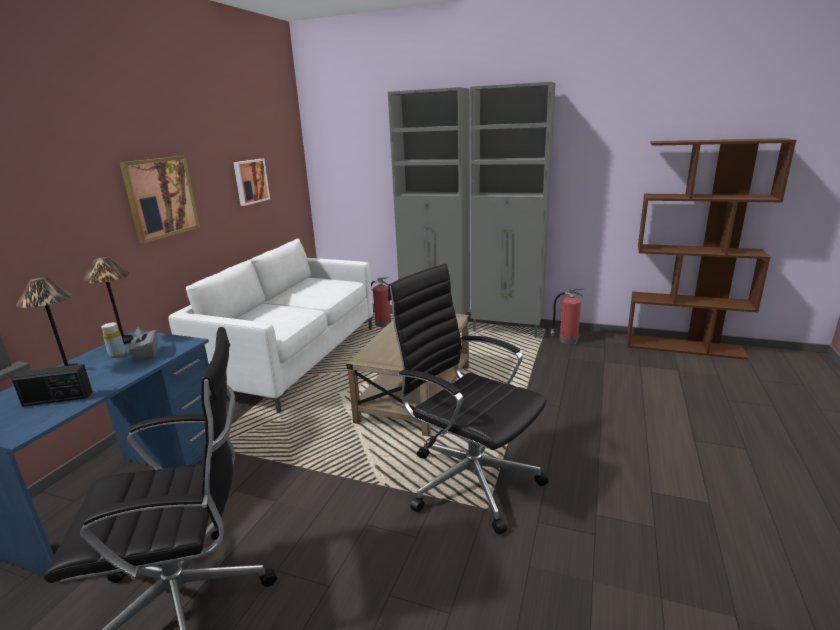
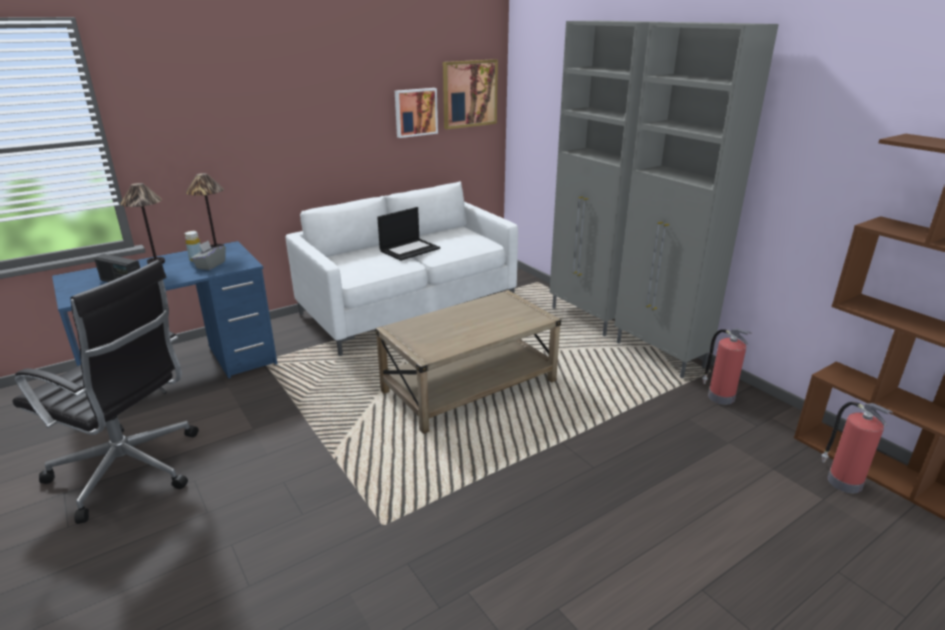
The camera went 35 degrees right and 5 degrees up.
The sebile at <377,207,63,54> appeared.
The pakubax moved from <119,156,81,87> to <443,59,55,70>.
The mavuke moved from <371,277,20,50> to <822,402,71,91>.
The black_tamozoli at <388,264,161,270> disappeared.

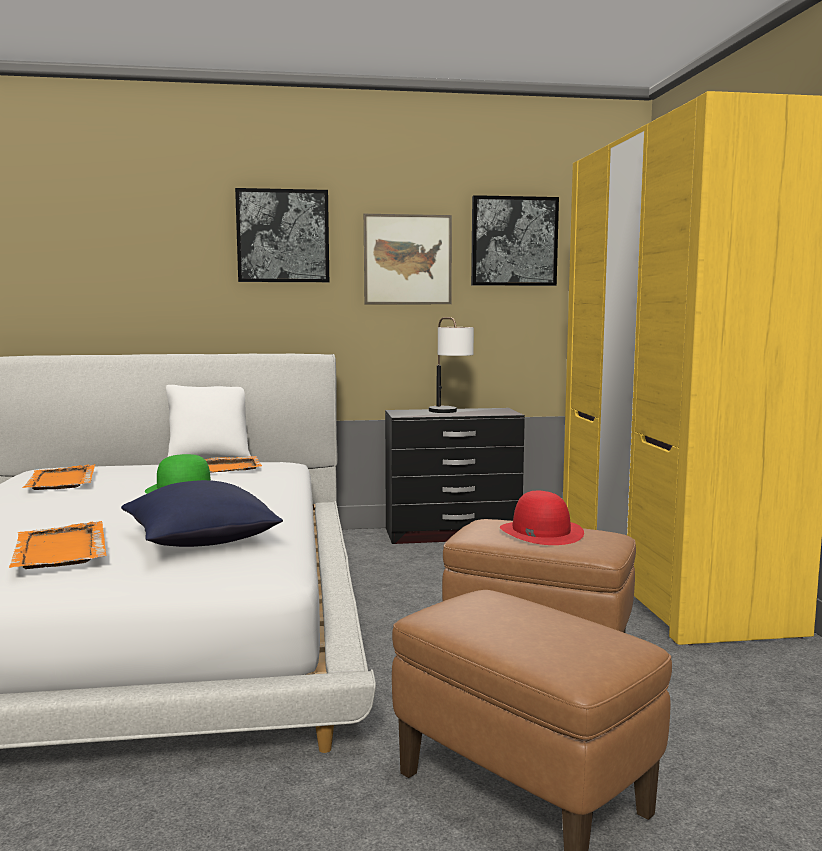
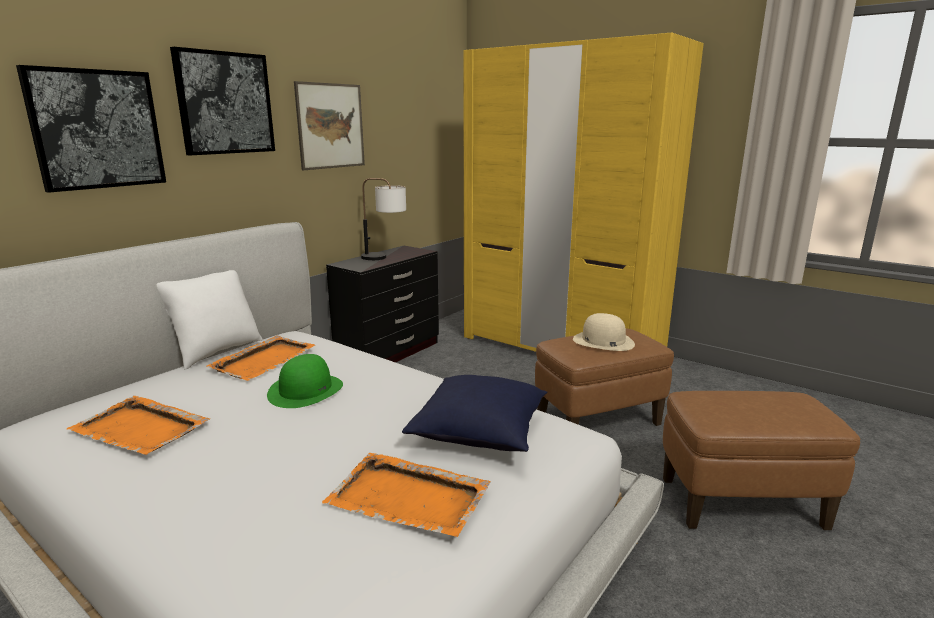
The camera went 45 degrees left and 10 degrees up.
The pakubax moved from <471,195,88,91> to <16,65,150,128>.
The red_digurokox at <500,491,84,54> became the beige_digurokox at <573,313,62,38>.

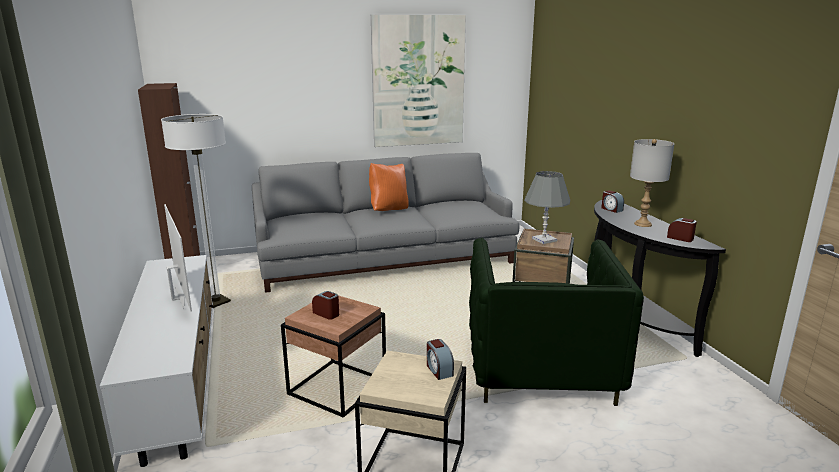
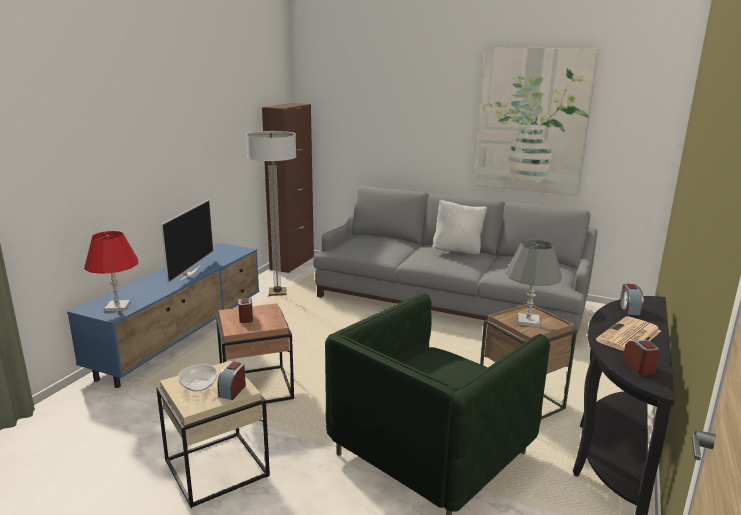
The camera went 40 degrees right and 0 degrees up.
The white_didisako at <100,255,113,212> became the blue_didisako at <67,243,192,145>.
The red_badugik at <84,231,54,80> appeared.
The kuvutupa at <178,364,40,28> appeared.
The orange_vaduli at <369,163,40,48> became the white_vaduli at <433,199,54,55>.
The grey_badugik at <630,139,44,88> was replaced by the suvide at <596,317,65,34>.

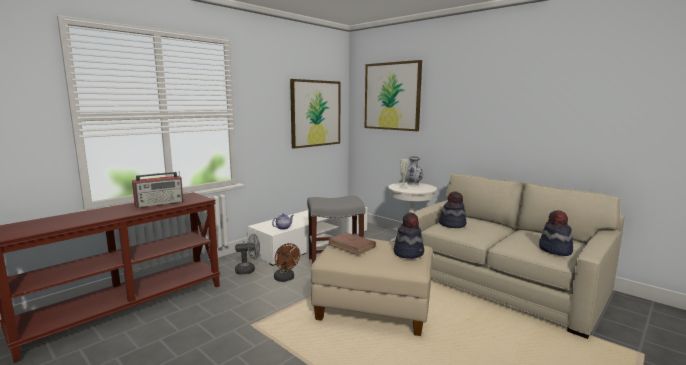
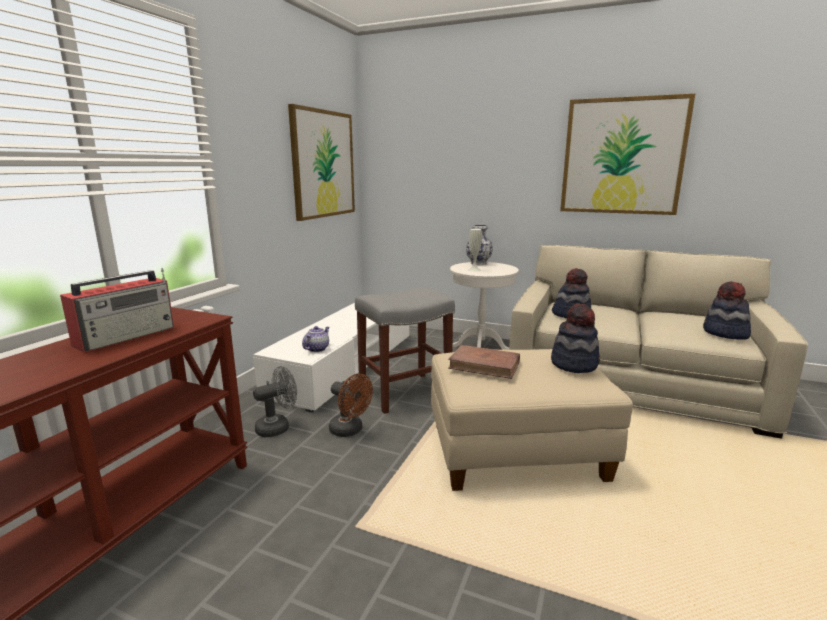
The camera went 20 degrees left and 5 degrees up.
The pakubax moved from <365,60,57,71> to <560,93,136,122>.

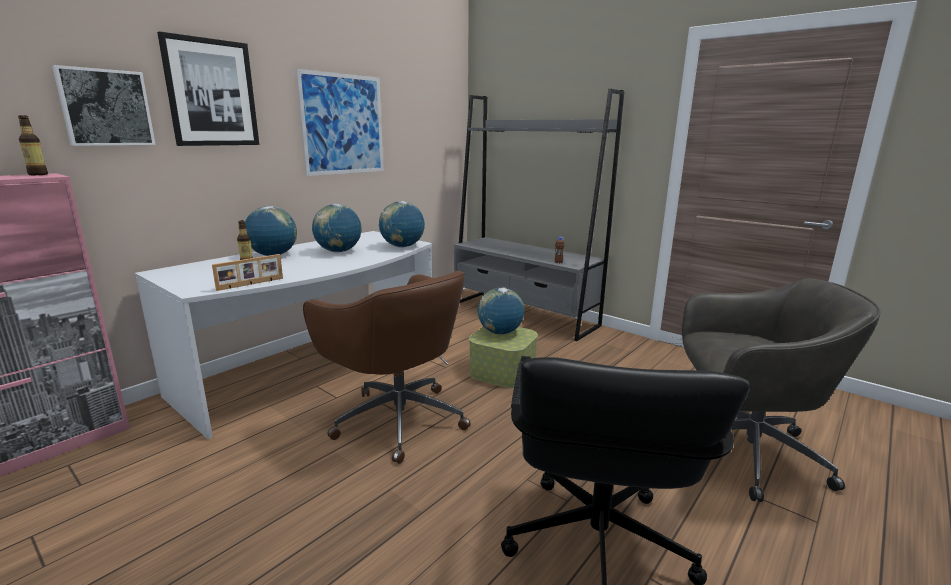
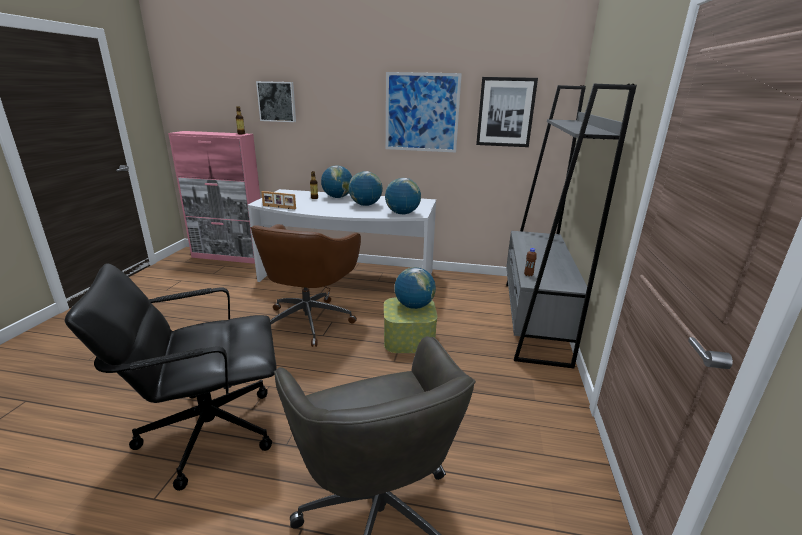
The camera went 60 degrees right and 5 degrees up.
The pakubax moved from <157,31,102,115> to <476,77,62,70>.

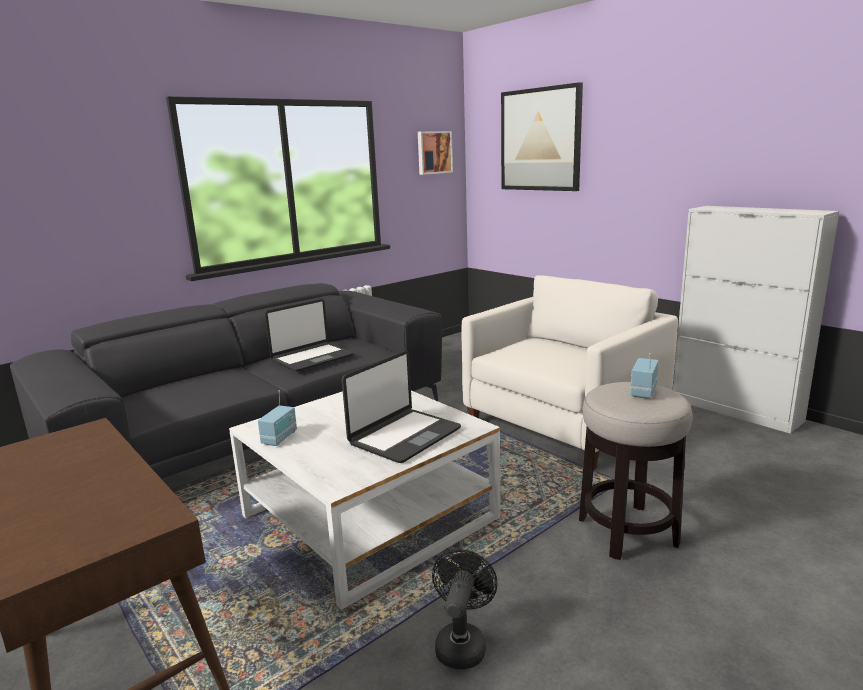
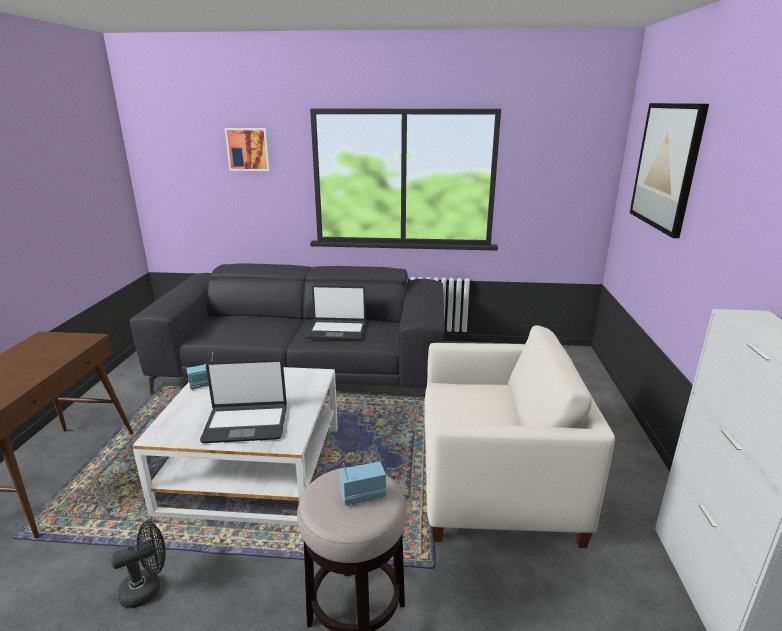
The camera went 45 degrees right and 5 degrees up.
The pakubax moved from <418,131,35,44> to <225,128,46,43>.

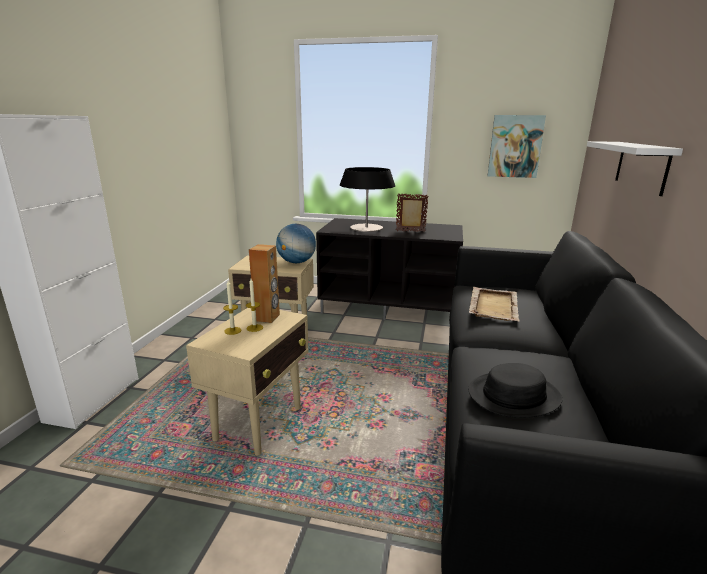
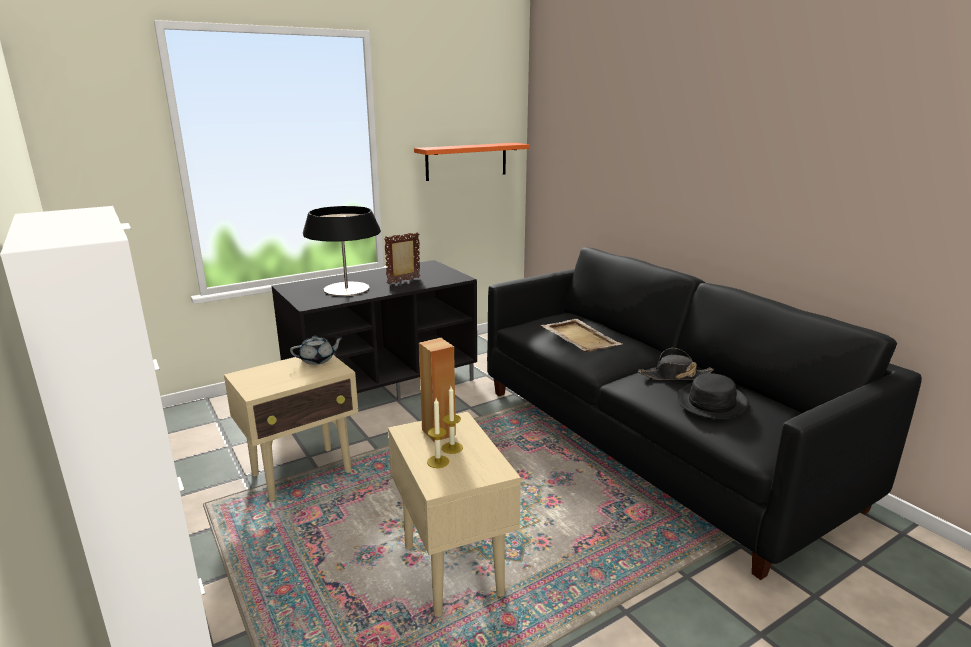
The camera went 45 degrees left and 0 degrees up.
The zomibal at <276,224,40,39> was replaced by the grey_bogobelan at <290,336,54,29>.
The pakubax at <488,115,58,63> was replaced by the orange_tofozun at <414,143,116,38>.
The black_digurokox at <638,348,76,32> appeared.
The white_tofozun at <587,141,96,55> disappeared.

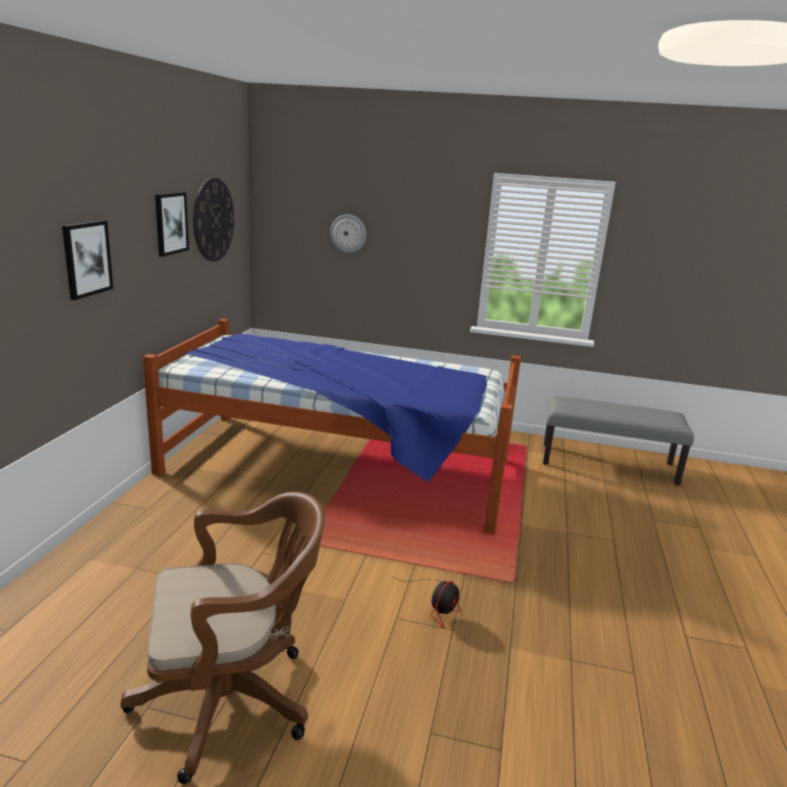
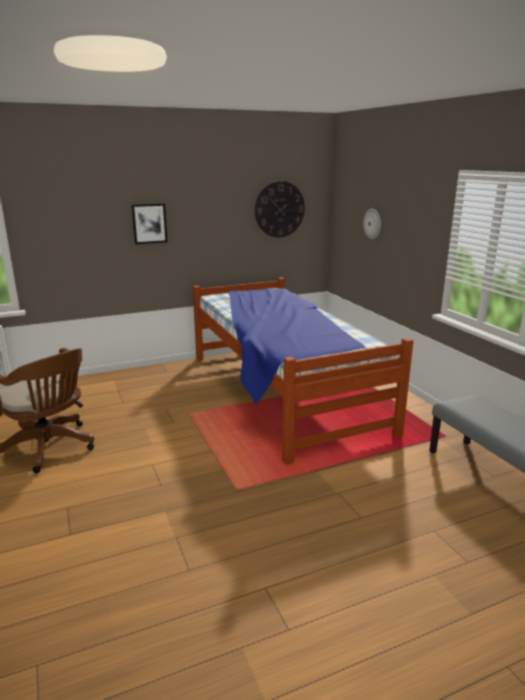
The camera went 55 degrees right and 0 degrees up.
The pakubax at <155,192,34,65> disappeared.
The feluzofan at <401,579,59,49> disappeared.

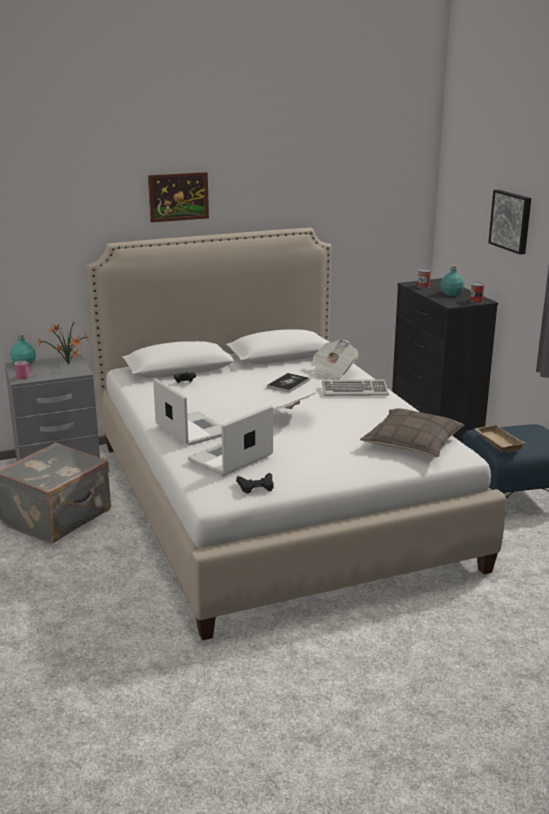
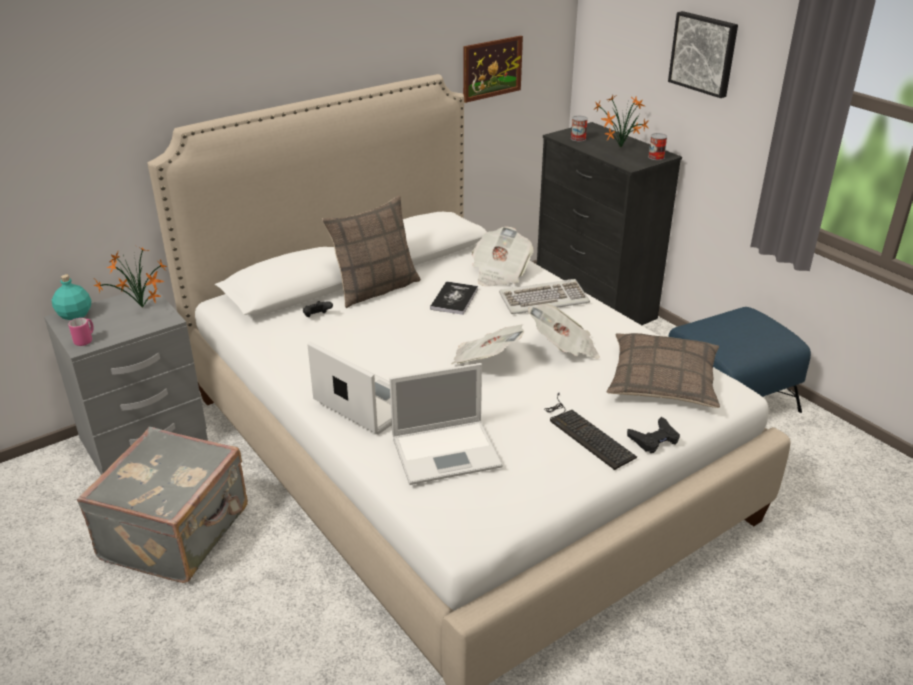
The camera went 15 degrees left and 10 degrees up.
The vaduli at <322,196,99,112> appeared.
The sebile at <188,405,85,71> turned 135 degrees counterclockwise.
The pakubax moved from <148,172,61,51> to <463,36,60,67>.
The suvide at <528,304,72,55> appeared.
The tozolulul at <544,393,93,77> appeared.
The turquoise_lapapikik at <440,265,24,31> was replaced by the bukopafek at <593,95,56,52>.
The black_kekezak moved from <236,473,38,21> to <627,417,53,36>.
The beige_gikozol at <475,424,51,28> disappeared.

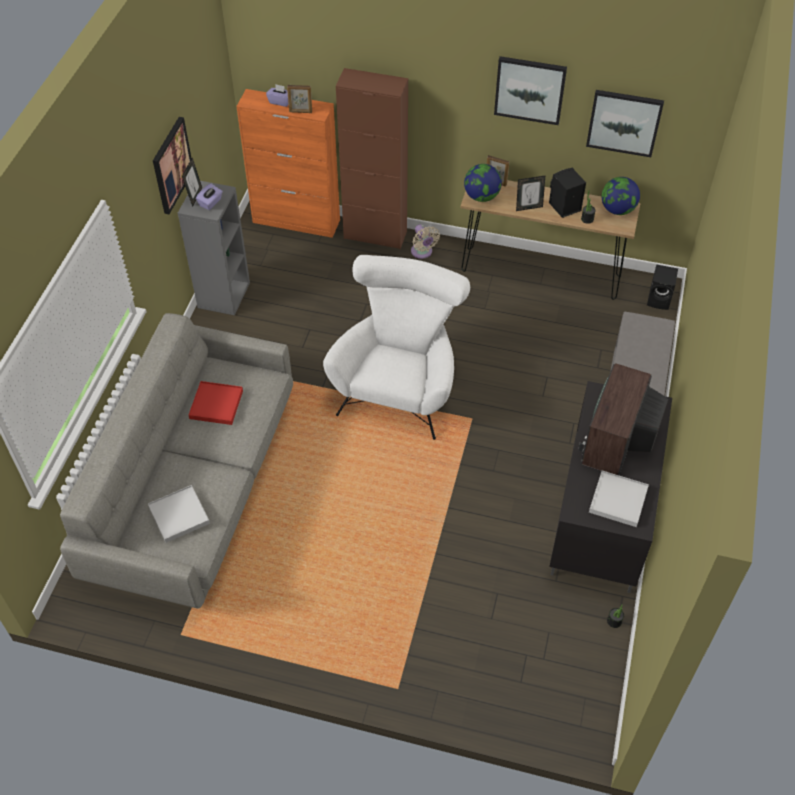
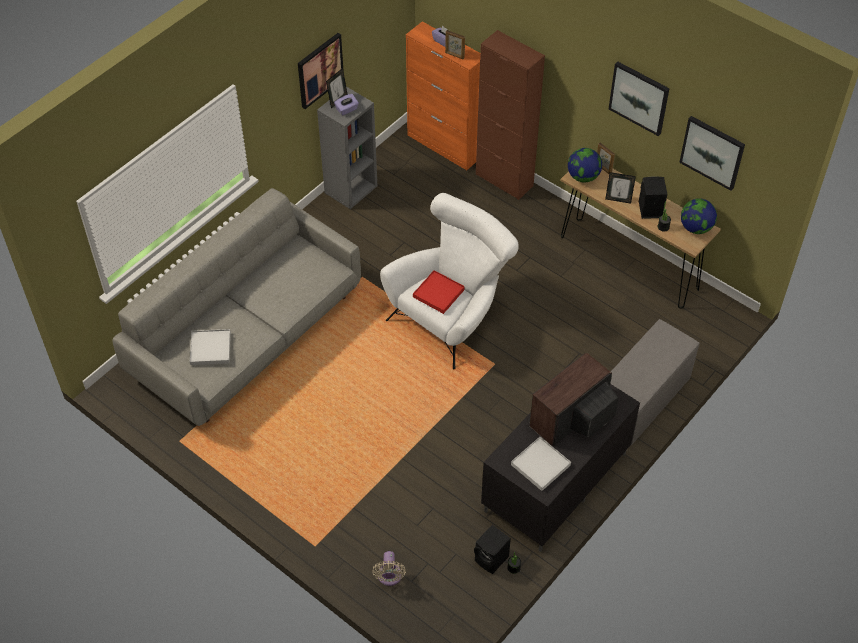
The camera went 25 degrees right and 0 degrees up.
The beige_feluzofan moved from <411,225,29,34> to <372,551,34,35>.
The red_gikozol moved from <189,381,54,44> to <413,270,52,44>.
The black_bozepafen moved from <647,264,31,46> to <474,525,37,49>.

